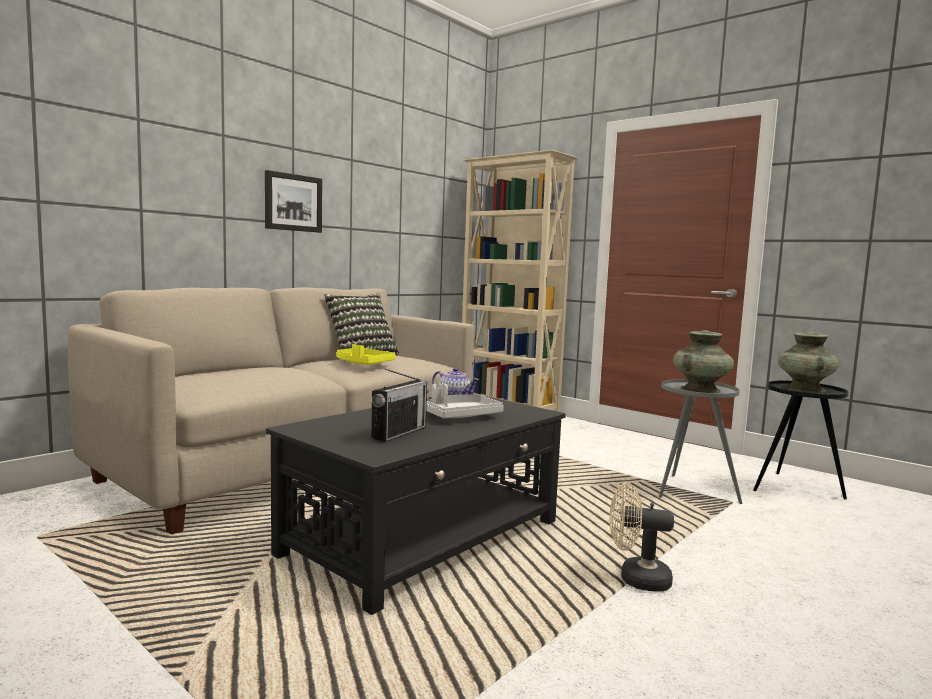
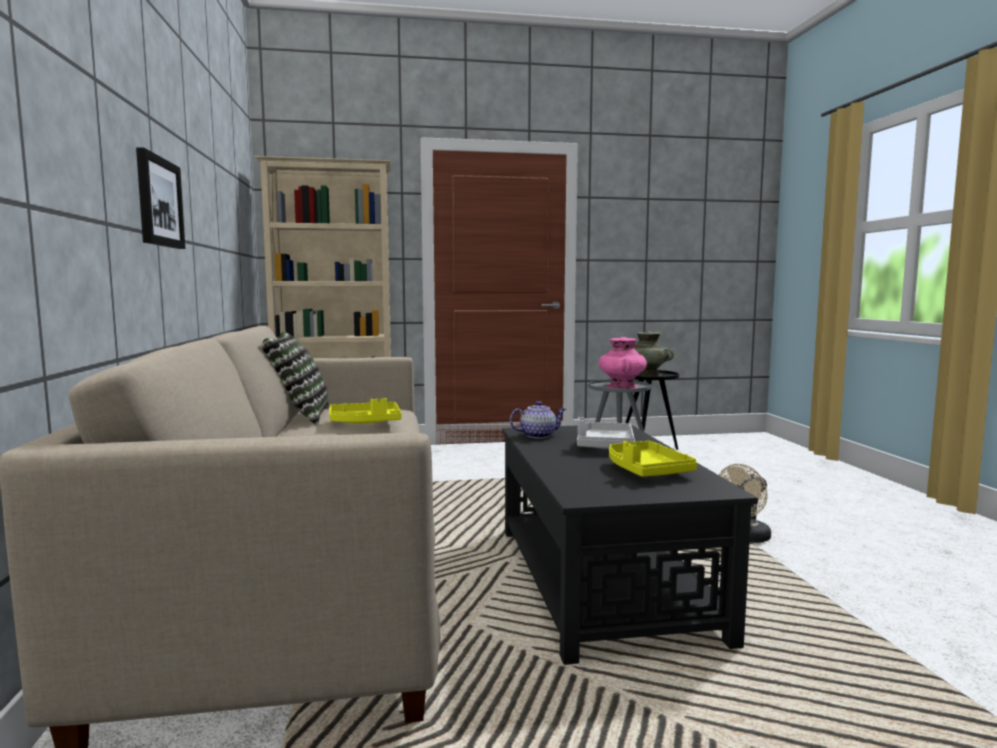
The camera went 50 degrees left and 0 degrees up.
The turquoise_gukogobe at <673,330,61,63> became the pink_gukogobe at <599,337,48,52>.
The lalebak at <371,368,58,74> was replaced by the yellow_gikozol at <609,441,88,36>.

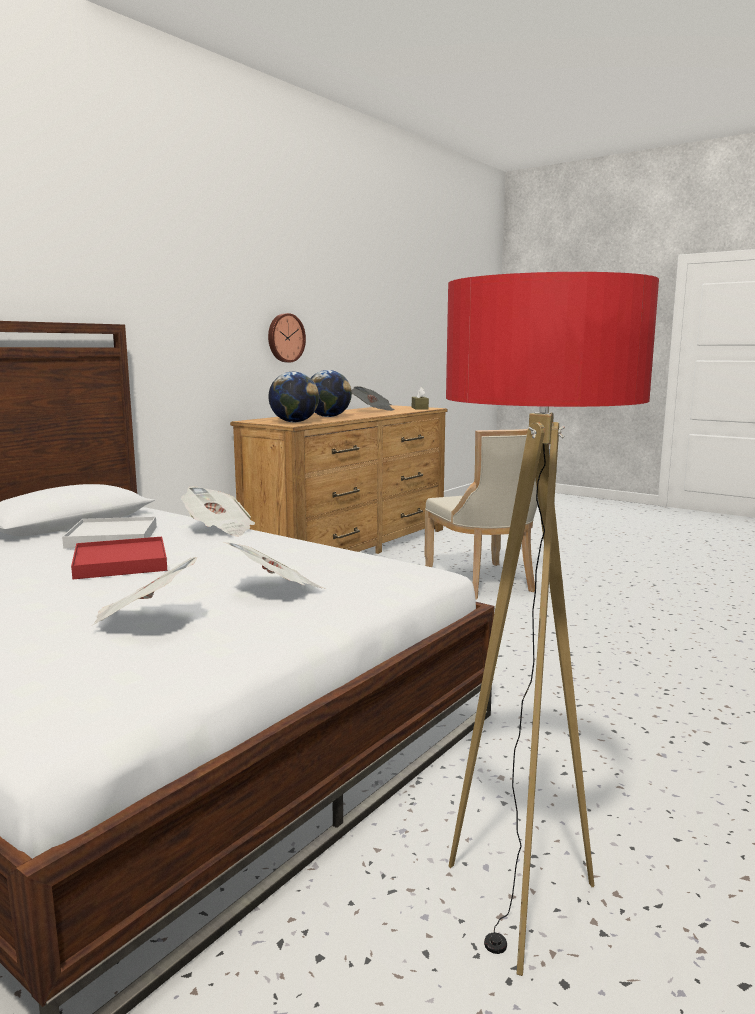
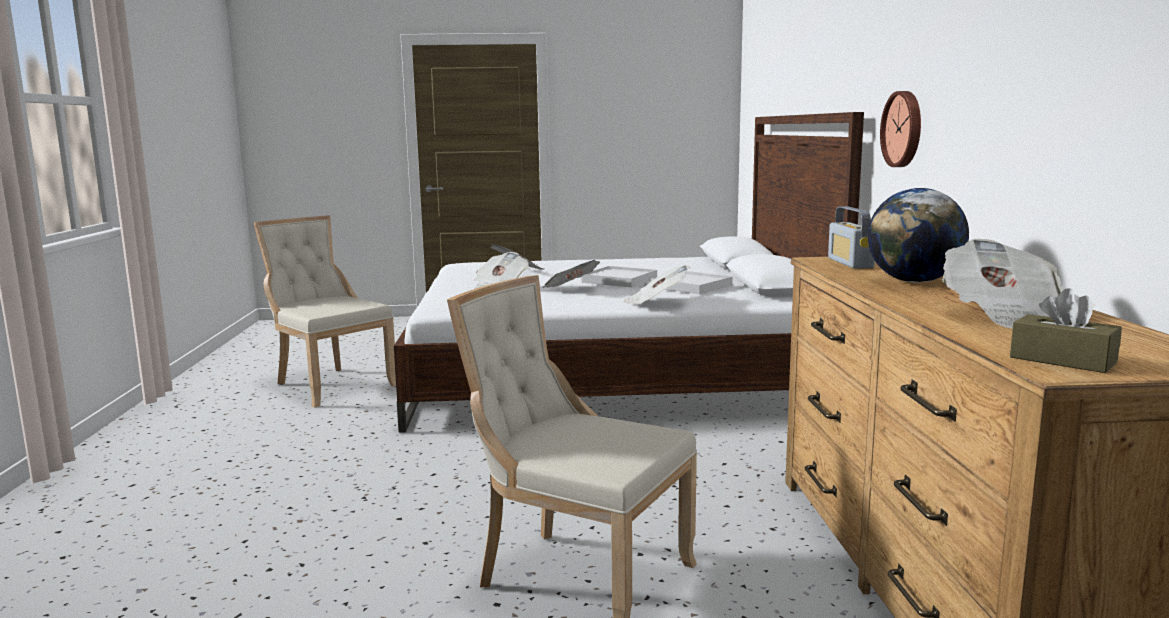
The camera went 140 degrees right and 0 degrees up.
The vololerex at <446,272,213,704> was replaced by the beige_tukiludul at <254,216,142,192>.
The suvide at <543,260,57,28> appeared.
The red_gikozol at <71,537,96,42> became the white_gikozol at <581,266,76,21>.
The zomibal at <268,372,51,50> was replaced by the lalebak at <828,206,47,63>.
The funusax moved from <268,313,38,49> to <880,91,41,76>.

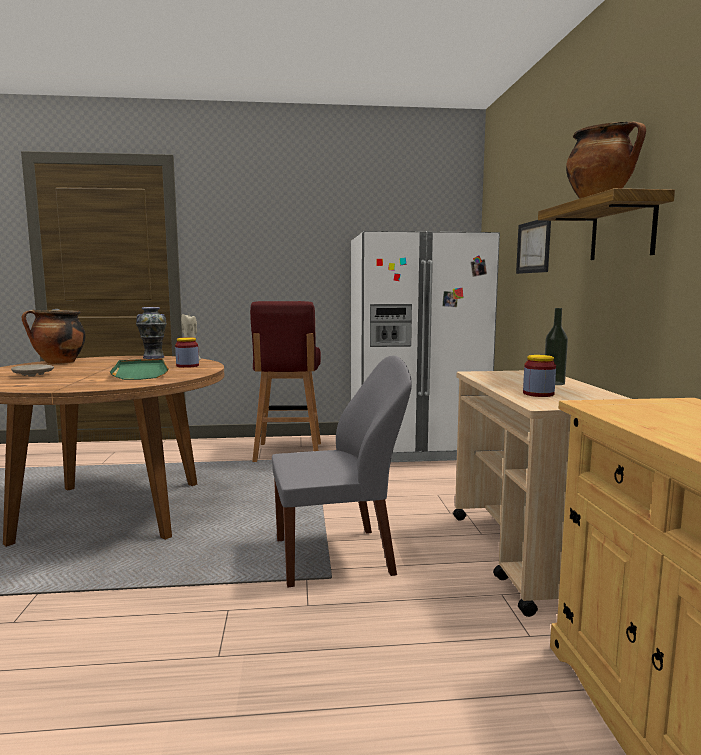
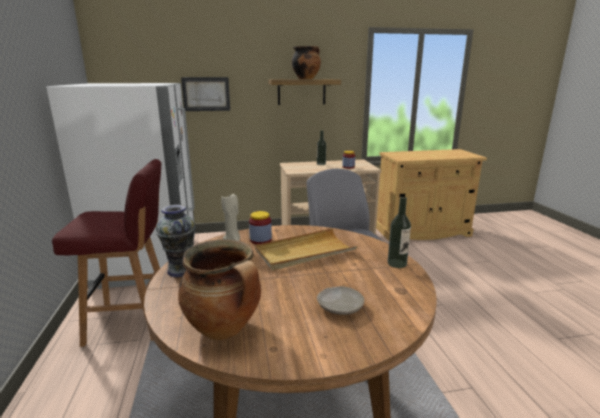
The camera went 95 degrees left and 10 degrees up.
The green_gikozol at <110,359,59,21> became the beige_gikozol at <255,228,103,43>.
The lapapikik at <388,197,23,71> appeared.

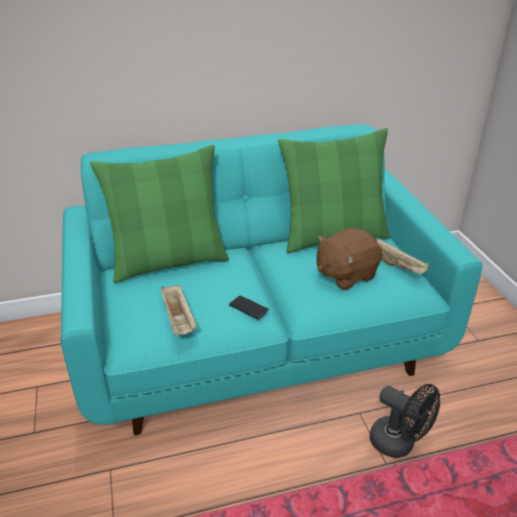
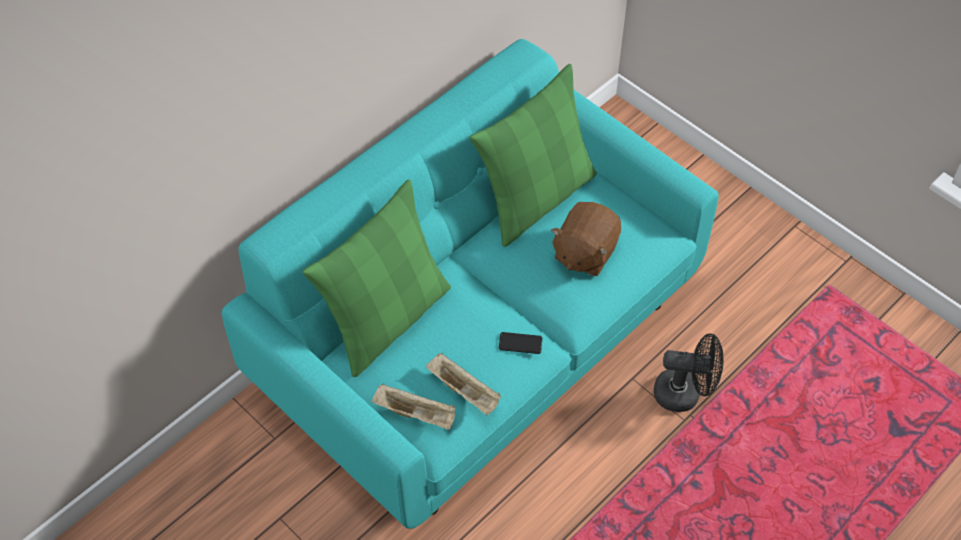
The camera went 30 degrees left and 20 degrees up.
The beige_gikozol moved from <376,239,53,36> to <372,384,84,46>.

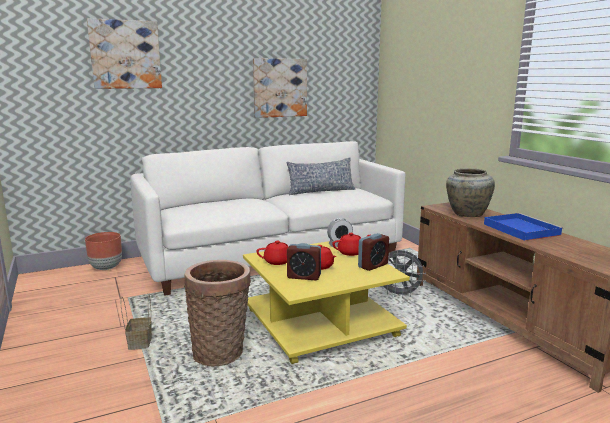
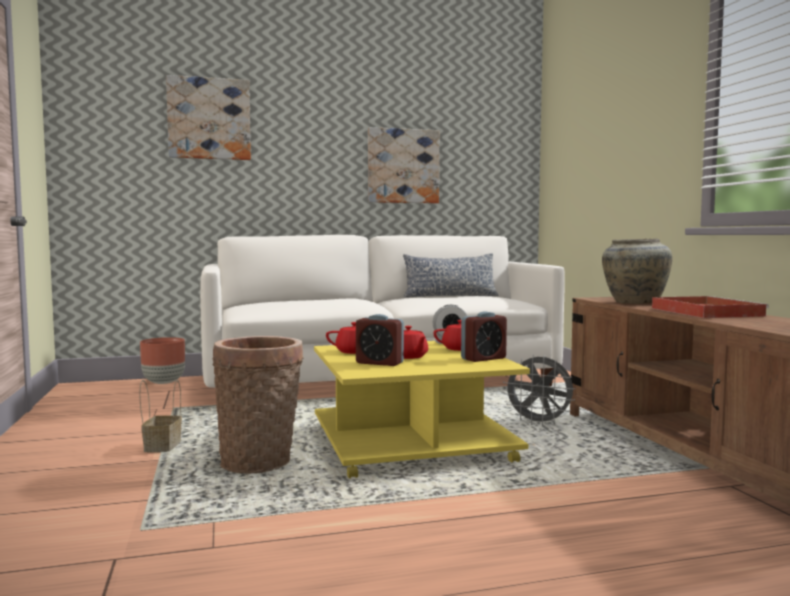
The camera went 10 degrees right and 10 degrees down.
The blue_gikozol at <484,213,80,28> became the red_gikozol at <652,296,117,22>.

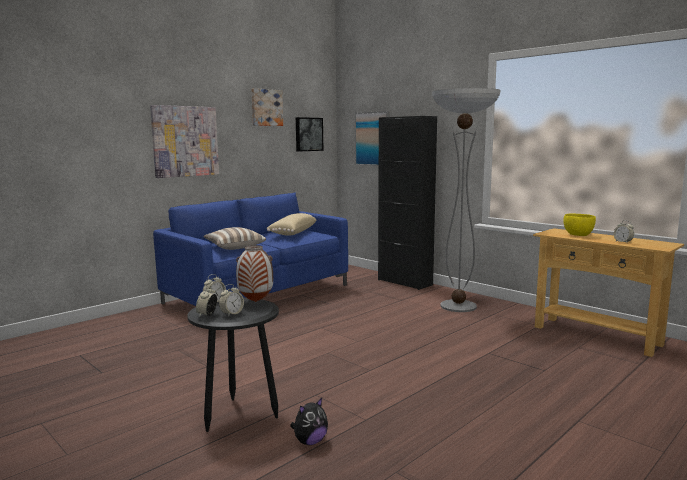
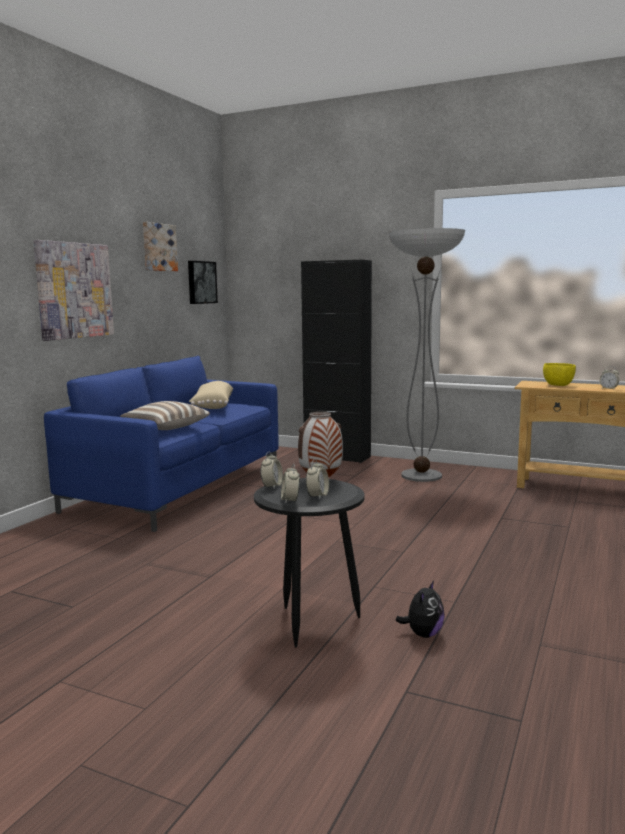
The camera went 20 degrees left and 0 degrees up.
The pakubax at <355,111,35,55> disappeared.

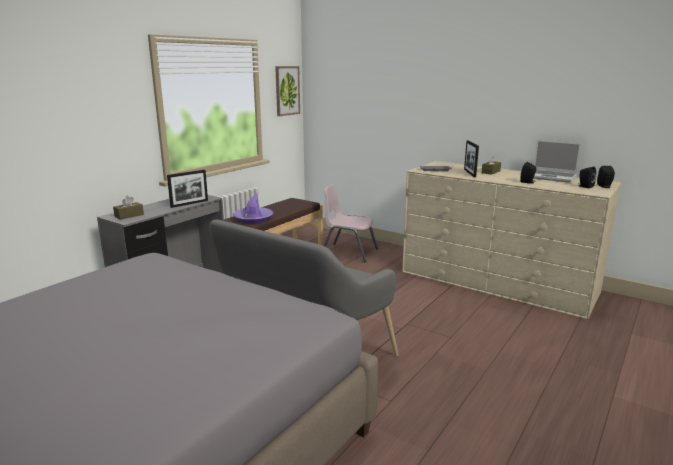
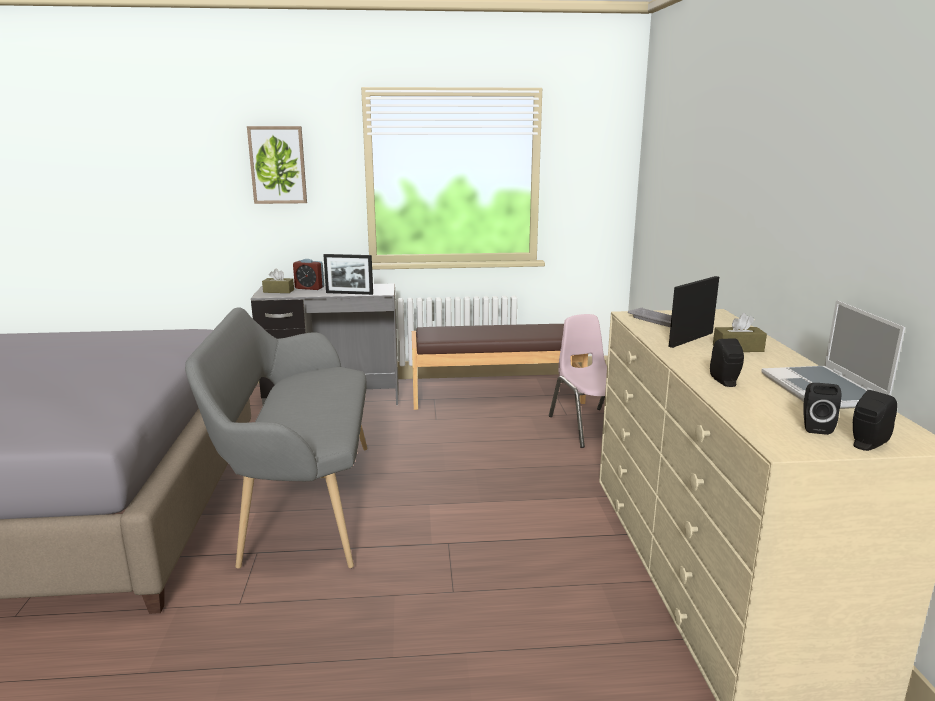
The camera went 50 degrees right and 0 degrees up.
The pakubax moved from <275,66,25,50> to <247,126,60,78>.
The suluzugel at <293,259,31,31> appeared.
The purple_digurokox at <233,193,40,30> disappeared.

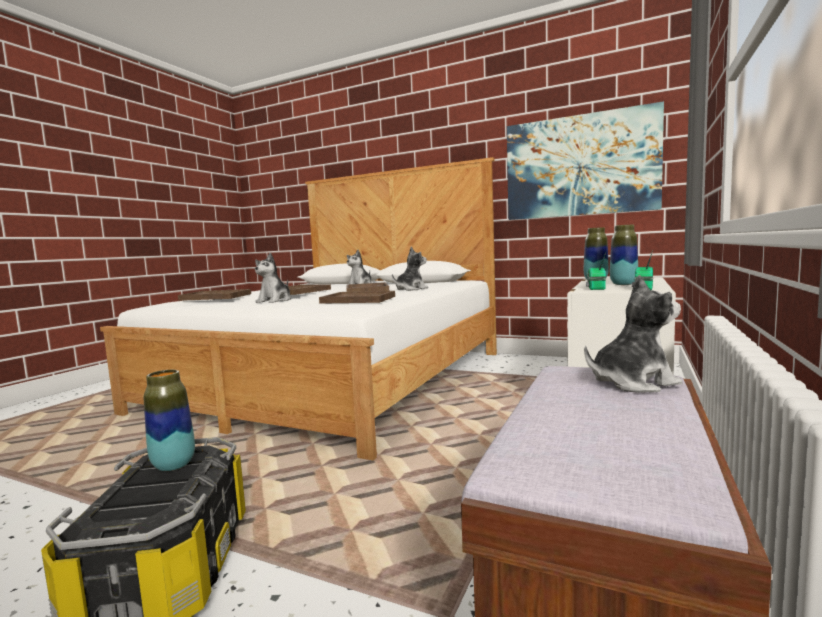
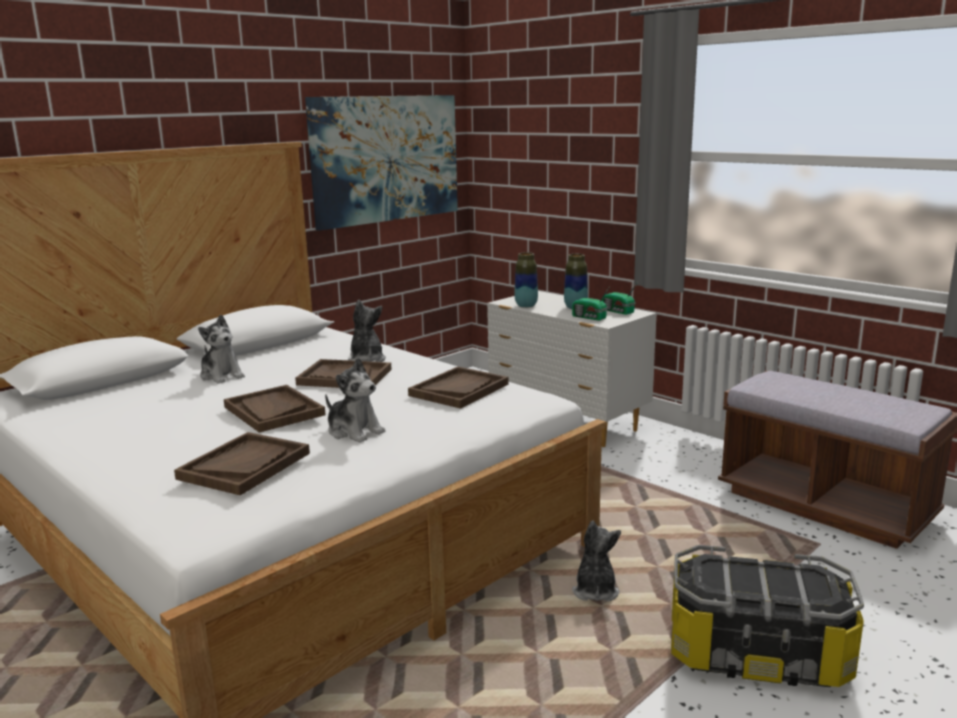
The camera went 70 degrees left and 10 degrees up.
The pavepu moved from <584,275,98,118> to <572,520,49,81>.
The gukogobe at <144,370,51,101> disappeared.

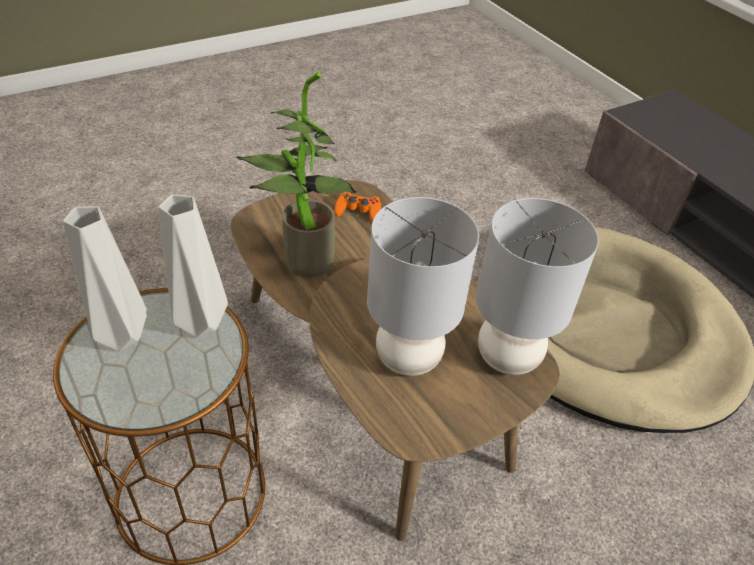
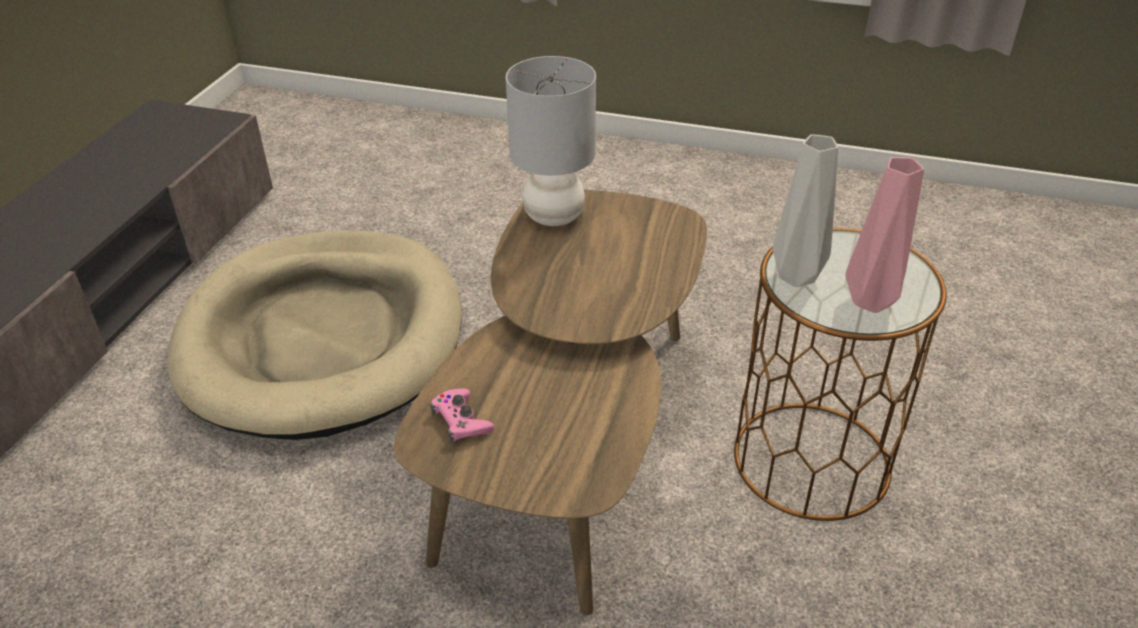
The camera went 130 degrees left and 5 degrees down.
The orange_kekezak at <335,192,46,31> became the pink_kekezak at <430,388,64,54>.
The grey_gukogobe at <63,206,84,145> became the pink_gukogobe at <845,157,79,156>.
The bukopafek at <236,71,120,207> disappeared.
The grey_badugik at <367,197,112,179> disappeared.

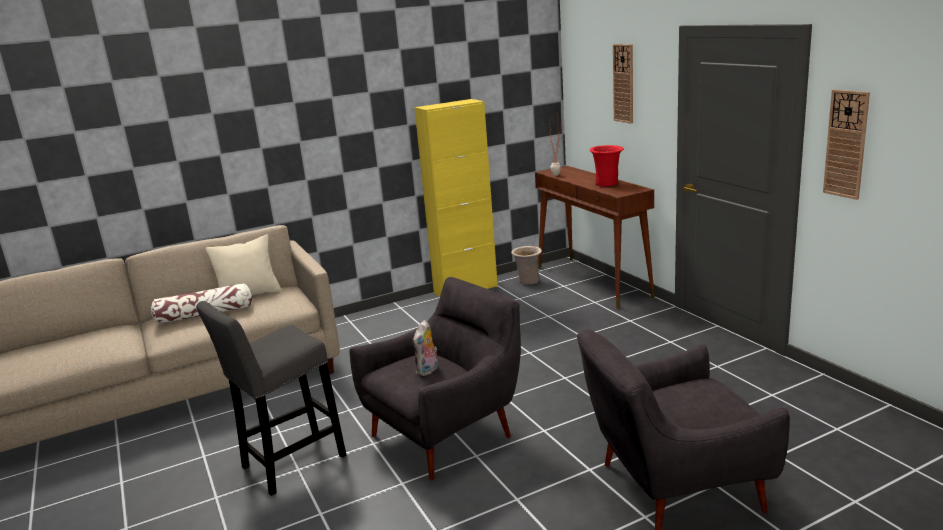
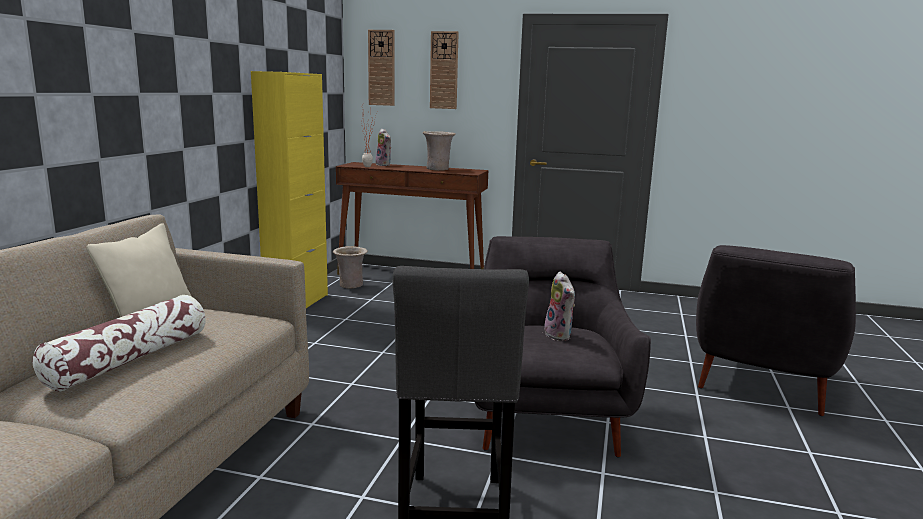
The camera went 50 degrees left and 5 degrees down.
The funusax moved from <823,89,47,111> to <368,30,26,76>.
The pavepu at <375,129,16,37> appeared.
The red_gukogobe at <590,145,34,42> became the beige_gukogobe at <423,131,33,40>.

